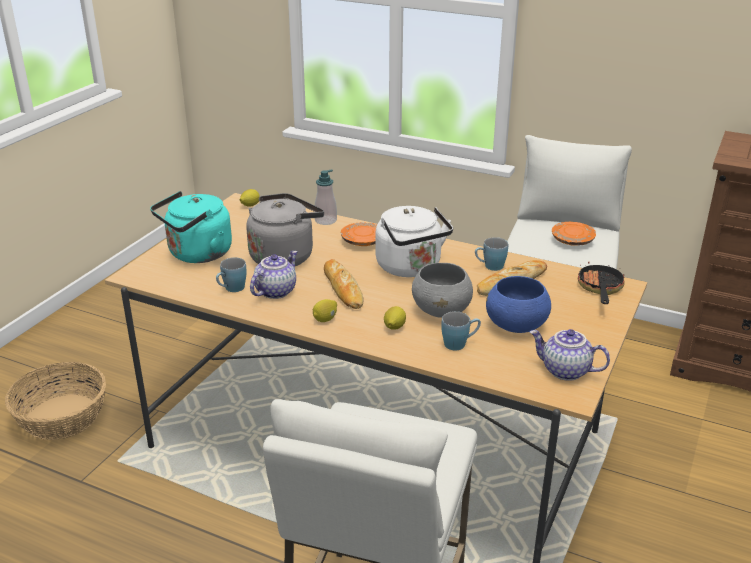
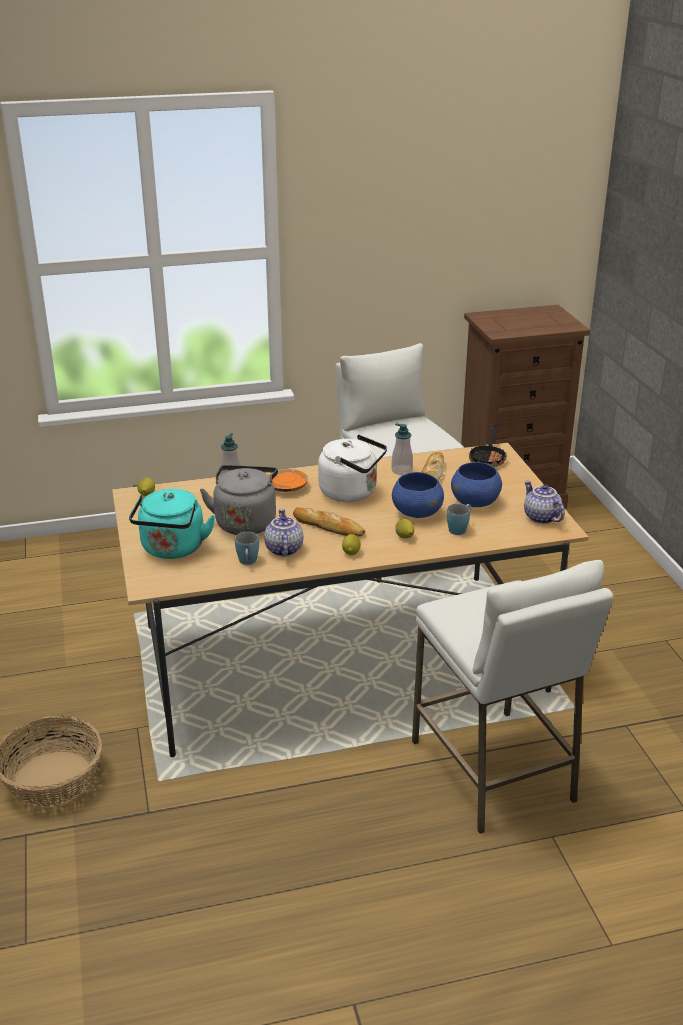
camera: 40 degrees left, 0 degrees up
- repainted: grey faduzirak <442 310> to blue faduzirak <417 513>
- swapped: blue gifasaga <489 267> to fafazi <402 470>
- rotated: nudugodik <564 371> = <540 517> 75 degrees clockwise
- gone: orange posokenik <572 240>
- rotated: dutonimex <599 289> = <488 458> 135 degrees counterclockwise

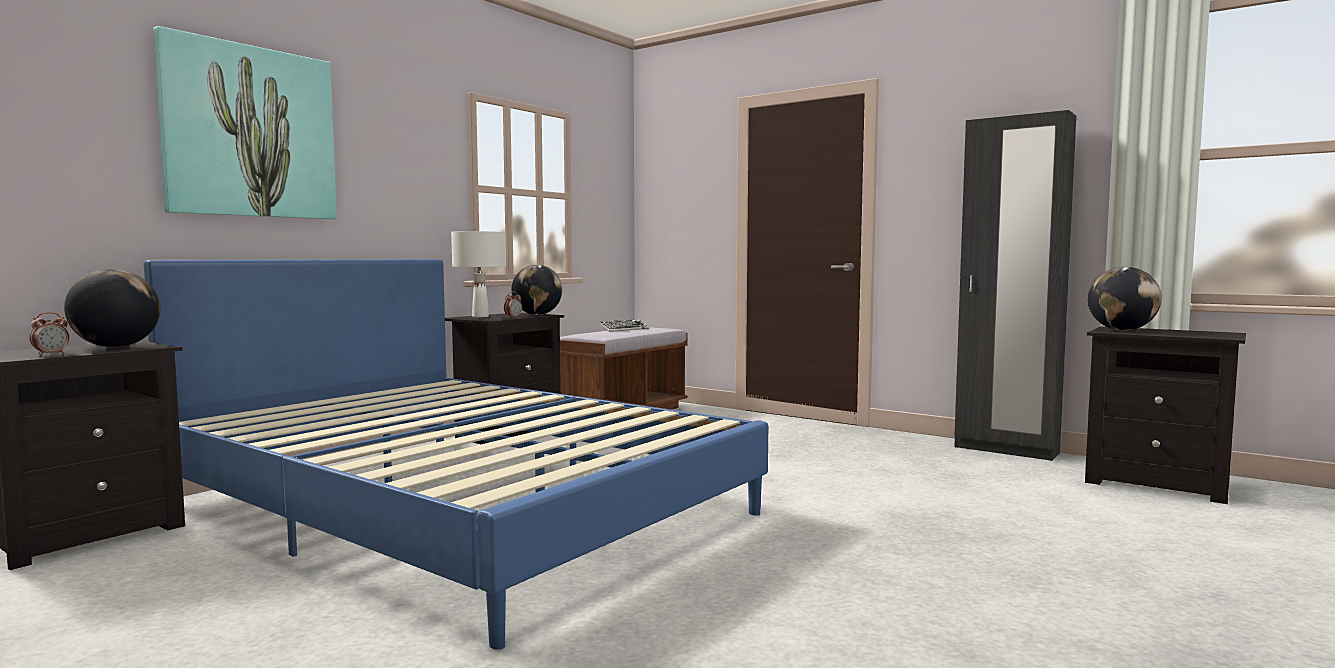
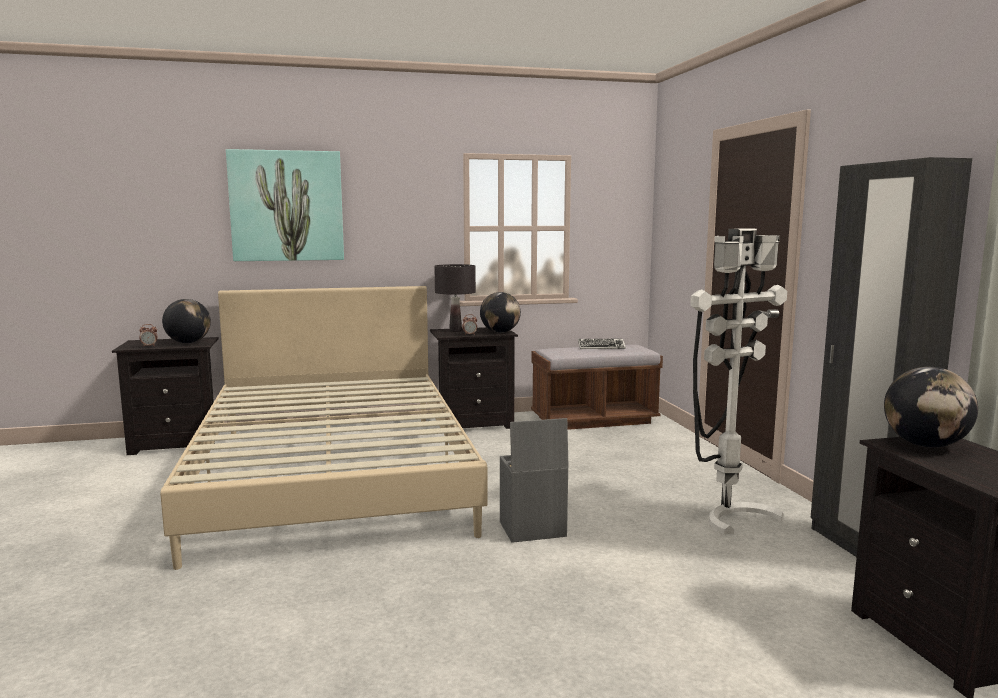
camera: 40 degrees right, 5 degrees up
- repainted: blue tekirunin <458 508> to beige tekirunin <333 474>
- repainted: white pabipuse <480 316> to black pabipuse <455 330>
- new: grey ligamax <531 529>
- new: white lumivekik <729 514>

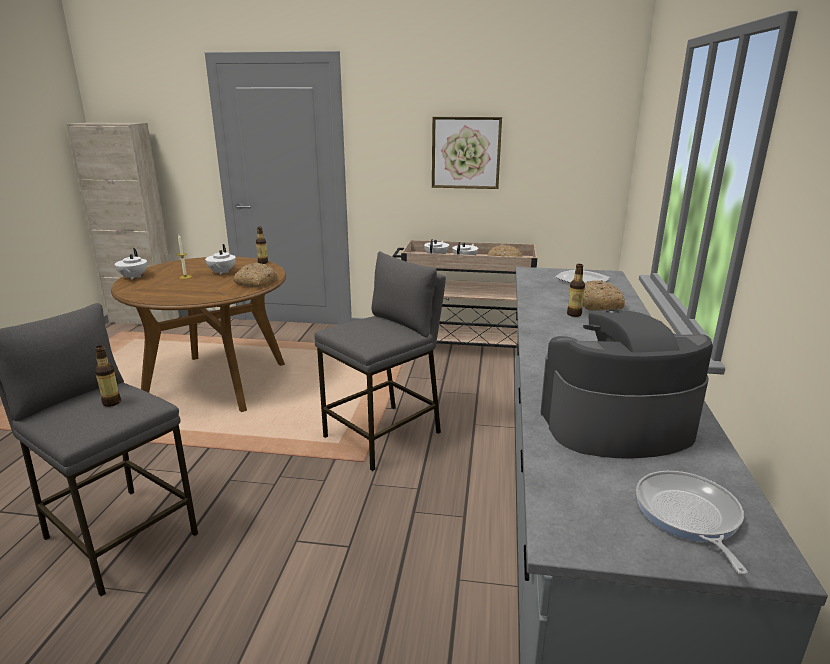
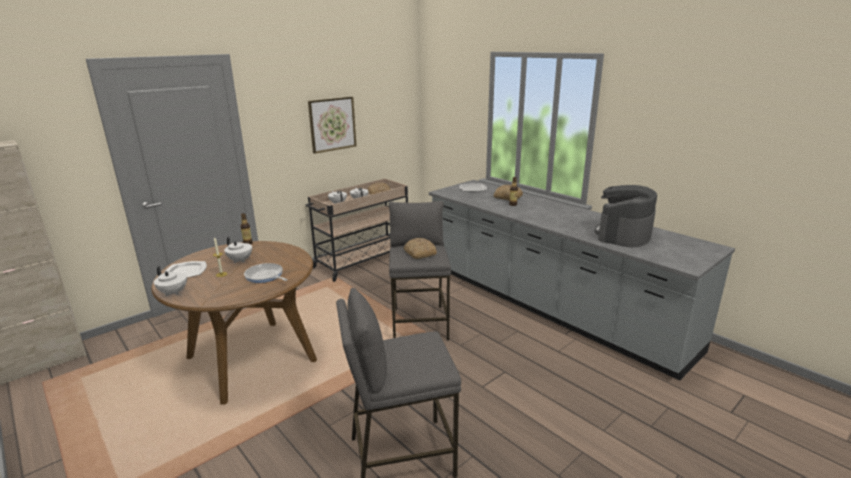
camera: 50 degrees left, 0 degrees up
- gone: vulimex <111 403>
- shifted: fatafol <256 282> to <419 253>
- shifted: dutonimex <688 516> to <265 276>
- new: posokenik <185 272>

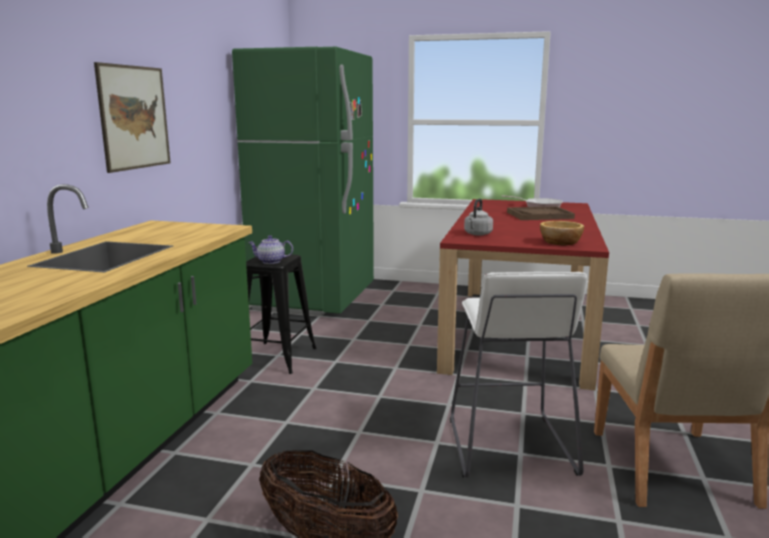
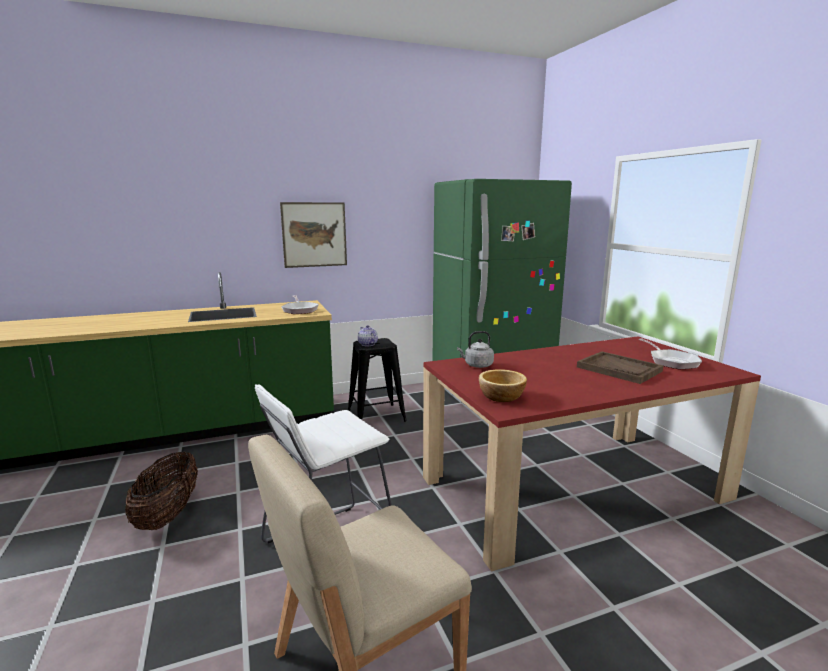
camera: 55 degrees right, 0 degrees up
- new: dutonimex <300 310>

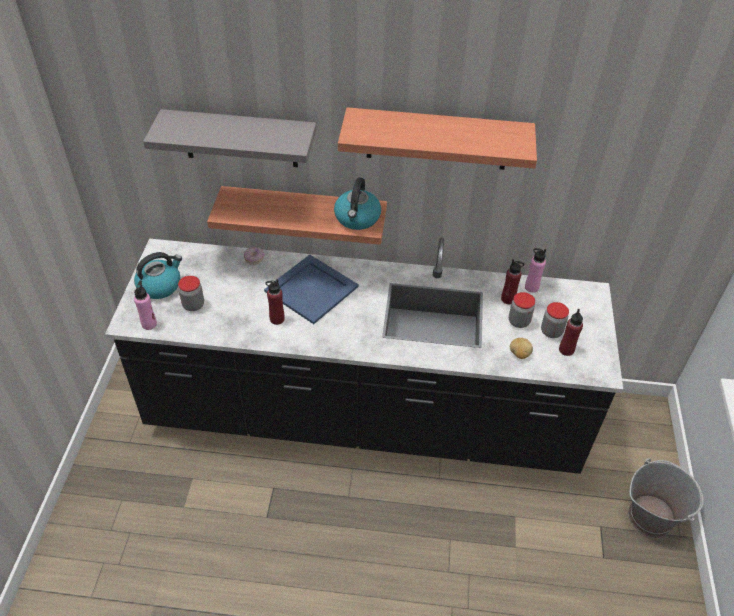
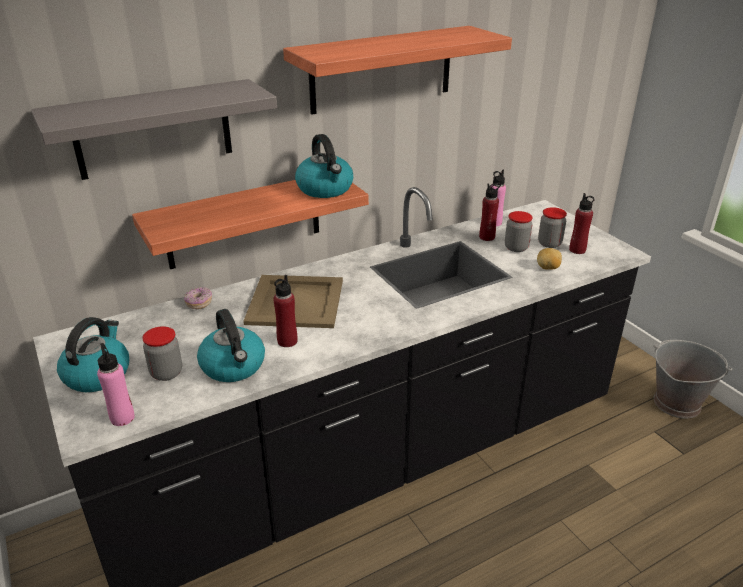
camera: 35 degrees left, 15 degrees down
- repainted: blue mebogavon <311 289> to beige mebogavon <296 302>
- new: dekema <234 366>

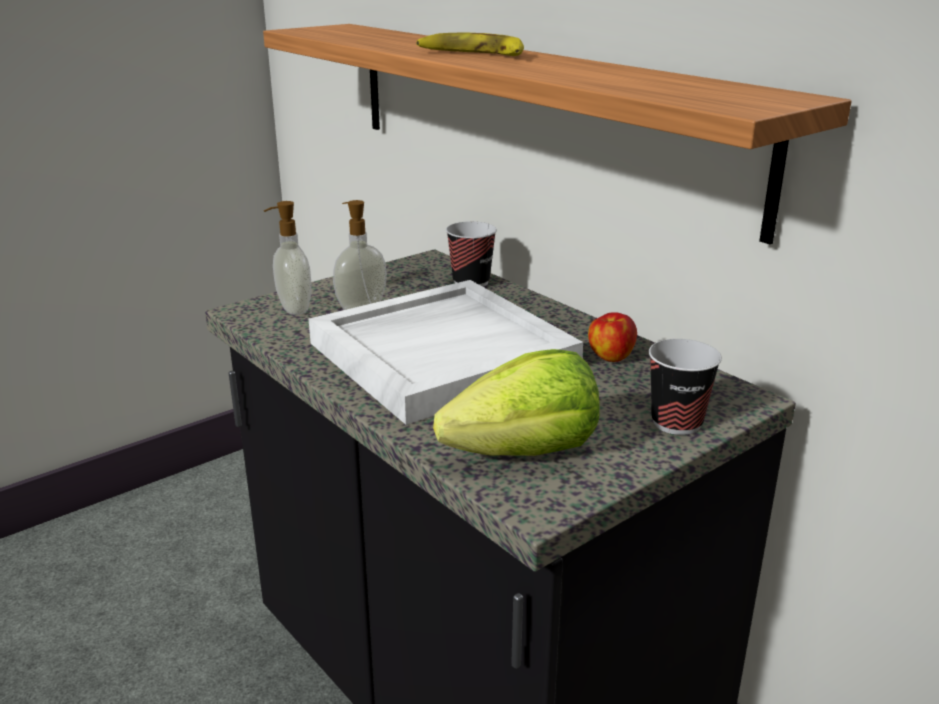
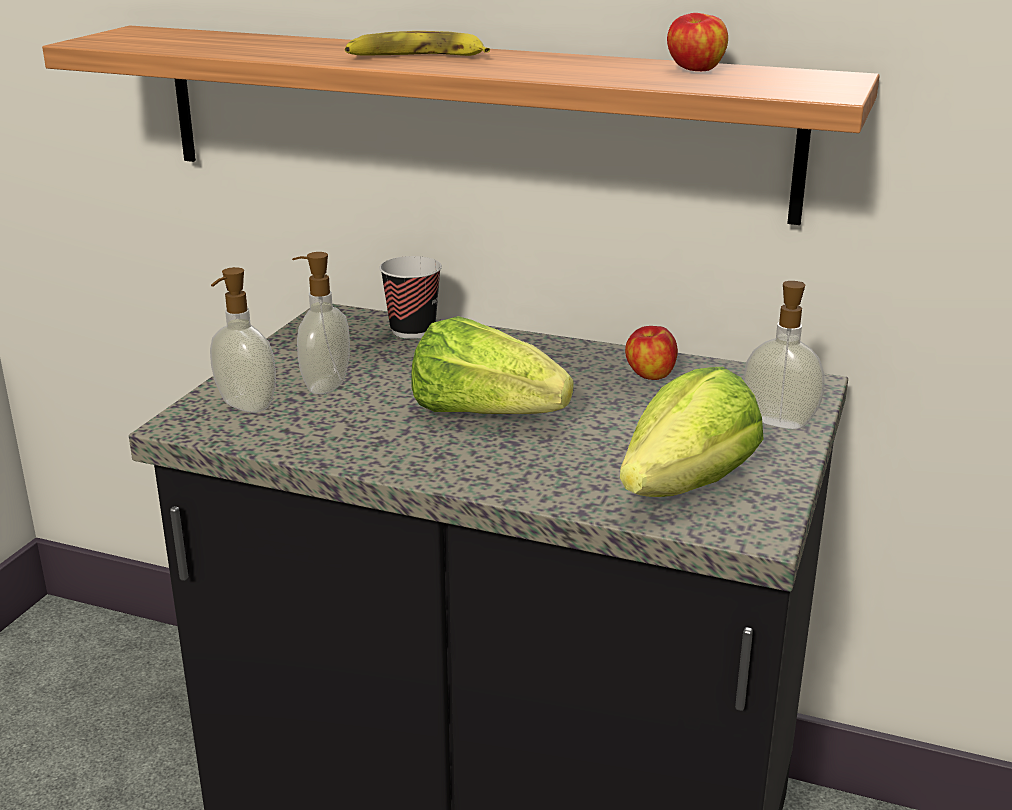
camera: 30 degrees left, 0 degrees up
- swapped: white mebogavon <443 354> to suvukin <484 413>
- swapped: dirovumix <676 422> to fafazi <779 421>
- new: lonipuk <695 70>

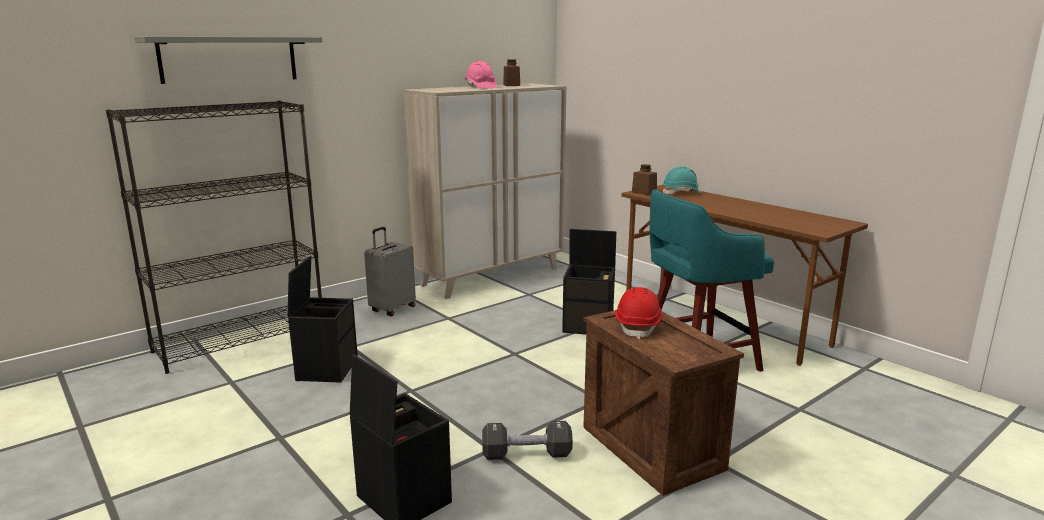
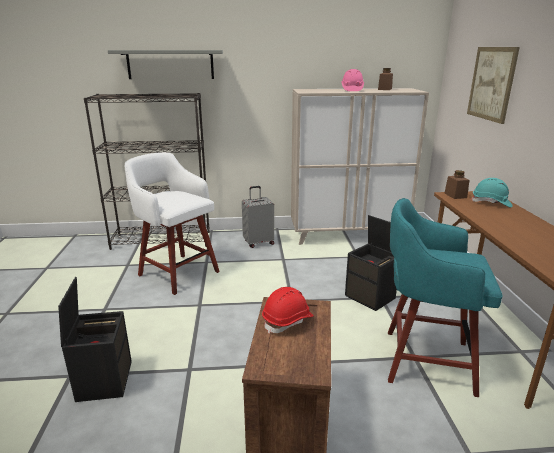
camera: 35 degrees right, 5 degrees up
- swapped: black ligamax <326 368> to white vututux <177 272>
- gone: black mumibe <526 454>
- new: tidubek <491 83>

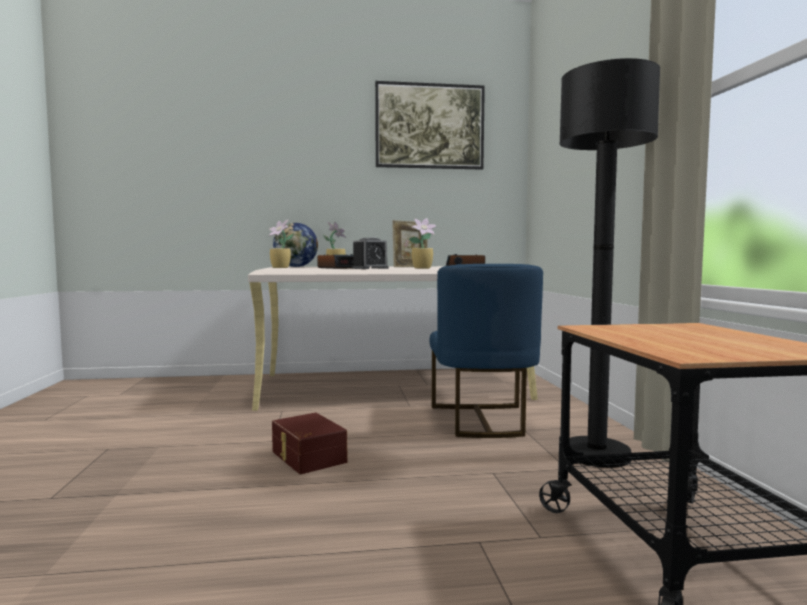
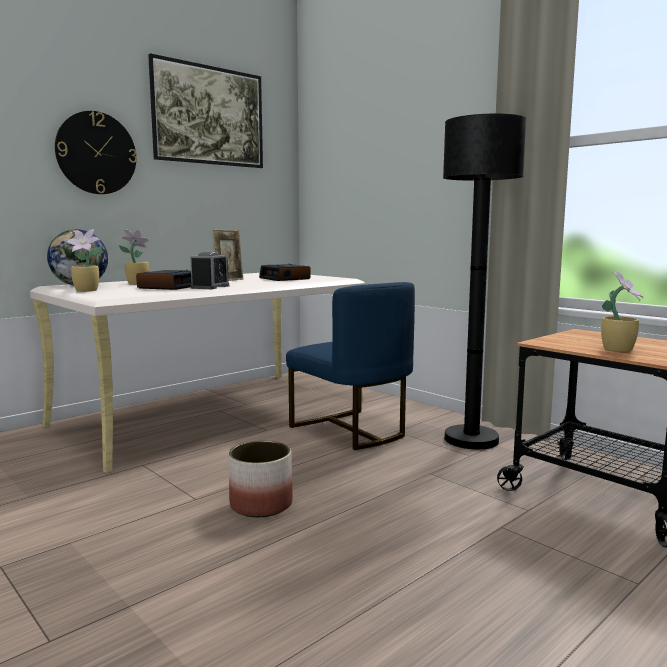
camera: 35 degrees left, 5 degrees up
- swapped: brown ligamax <307 457> to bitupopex <262 504>
- shifted: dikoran <423 268> to <618 349>
- new: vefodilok <96 153>

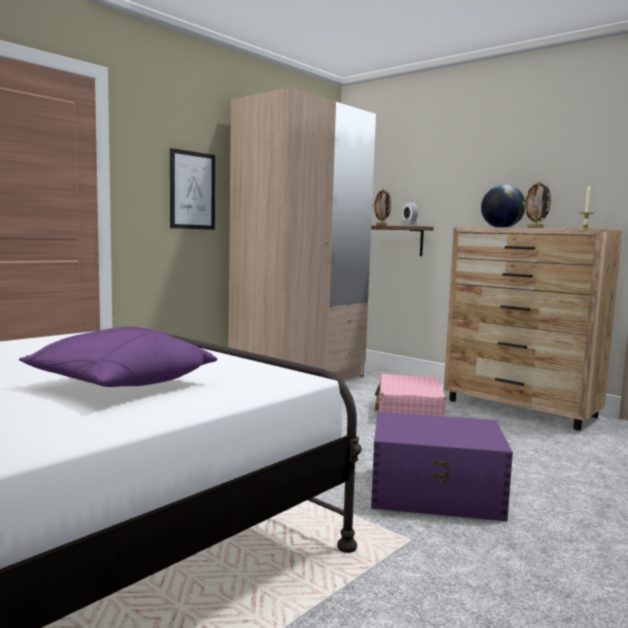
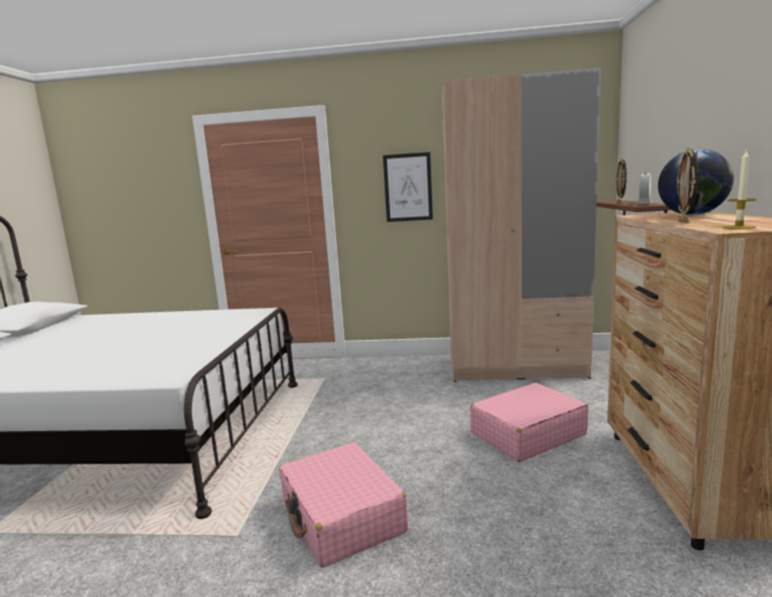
camera: 55 degrees right, 5 degrees up
- gone: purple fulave <120 385>
- swapped: purple ligamax <436 493> to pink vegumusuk <342 516>

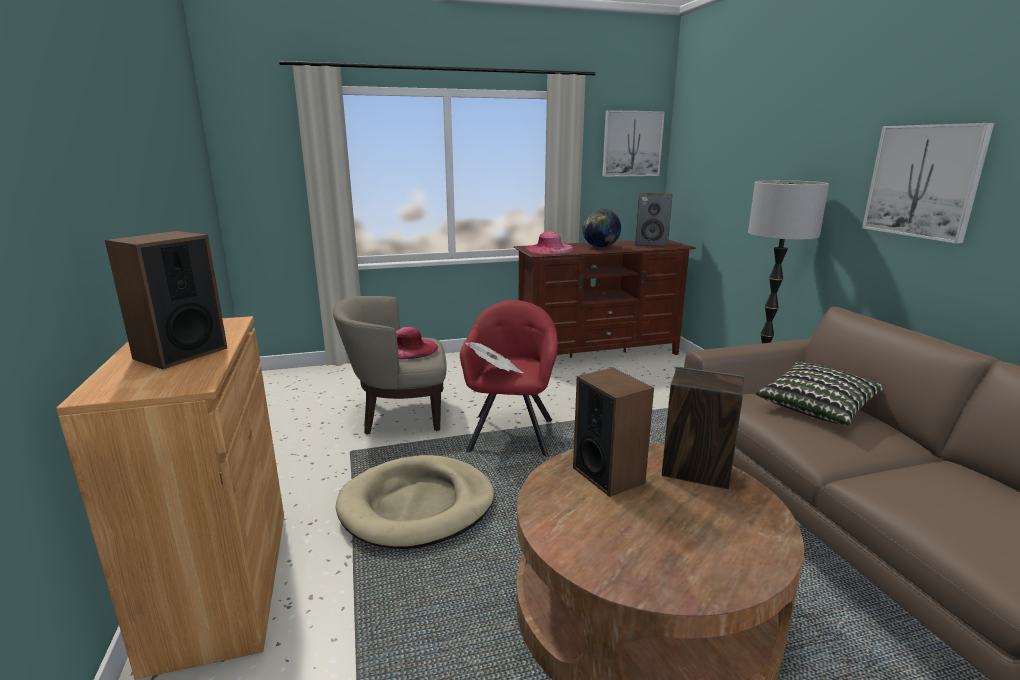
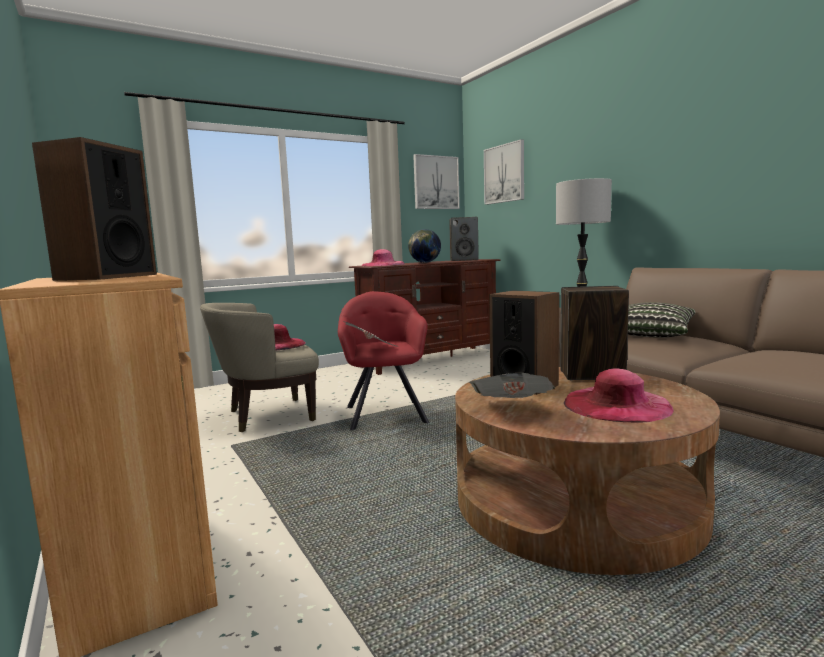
camera: 15 degrees left, 10 degrees down
- gone: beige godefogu <417 506>
- shifted: tidubek <923 181> to <504 173>
- new: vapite <512 409>
- new: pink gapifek <617 405>

